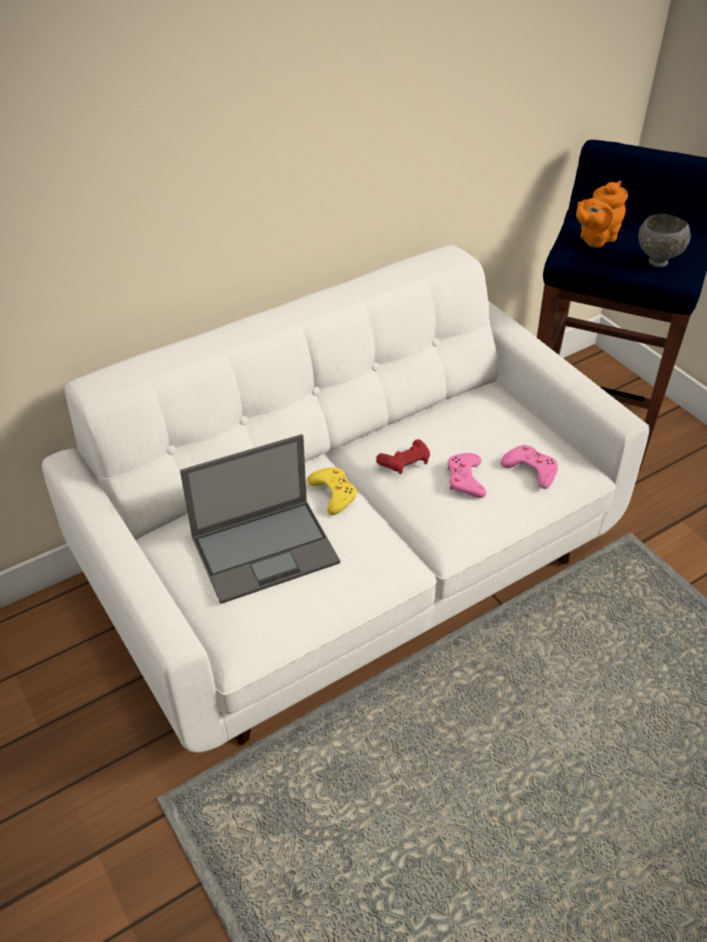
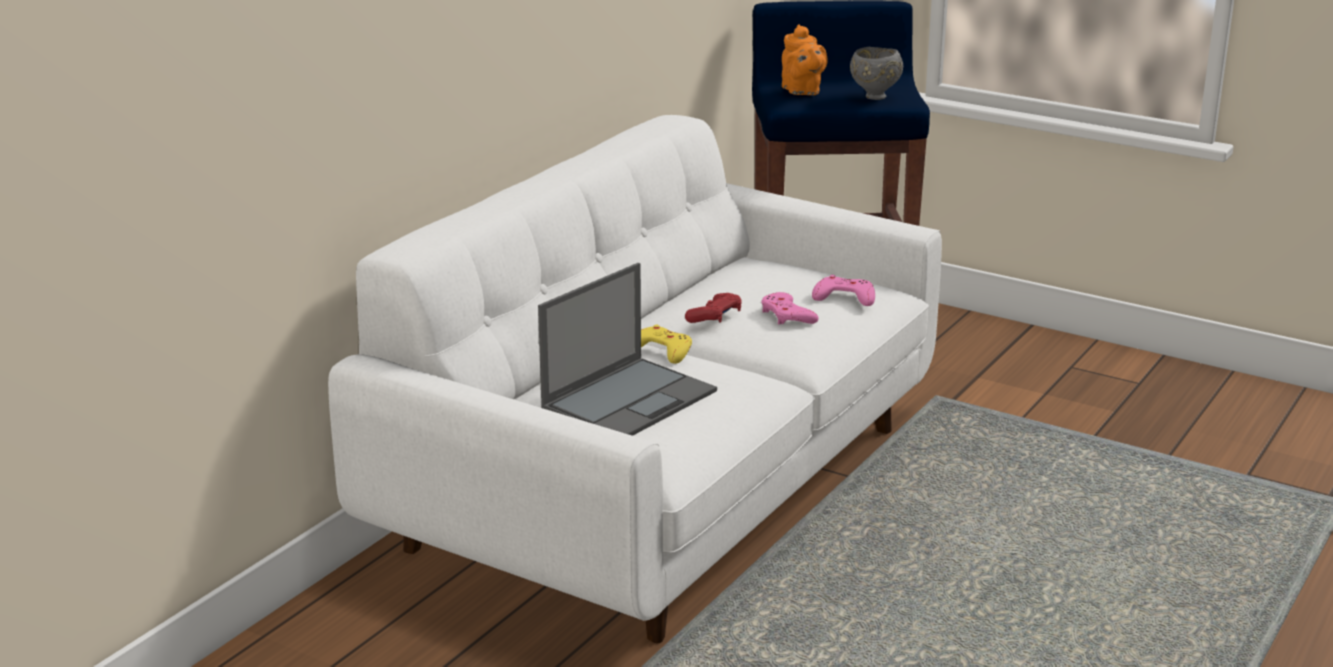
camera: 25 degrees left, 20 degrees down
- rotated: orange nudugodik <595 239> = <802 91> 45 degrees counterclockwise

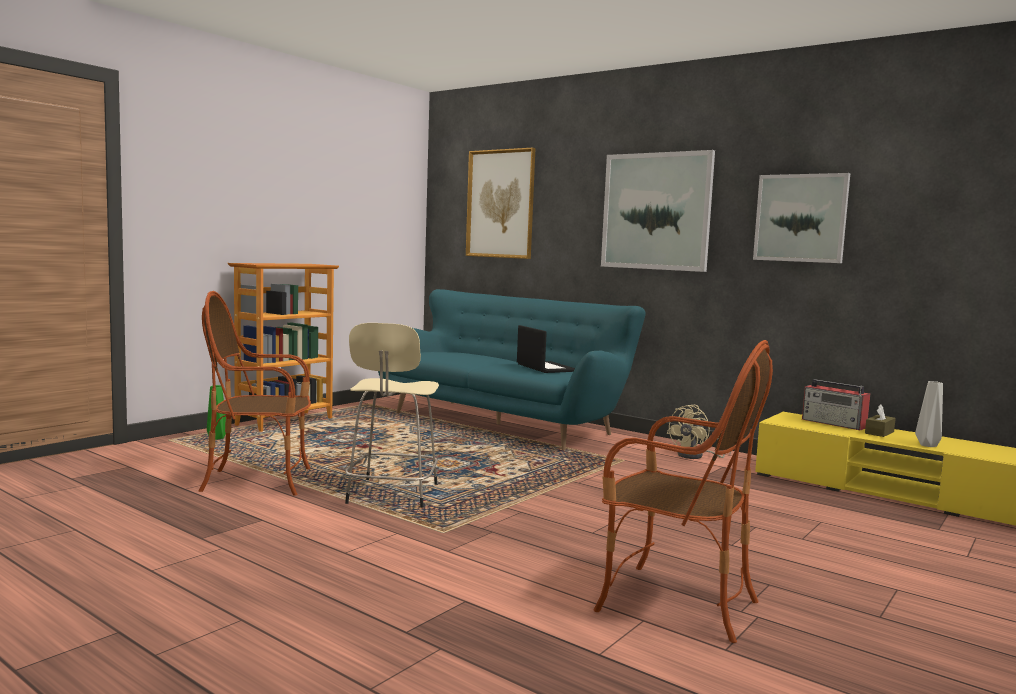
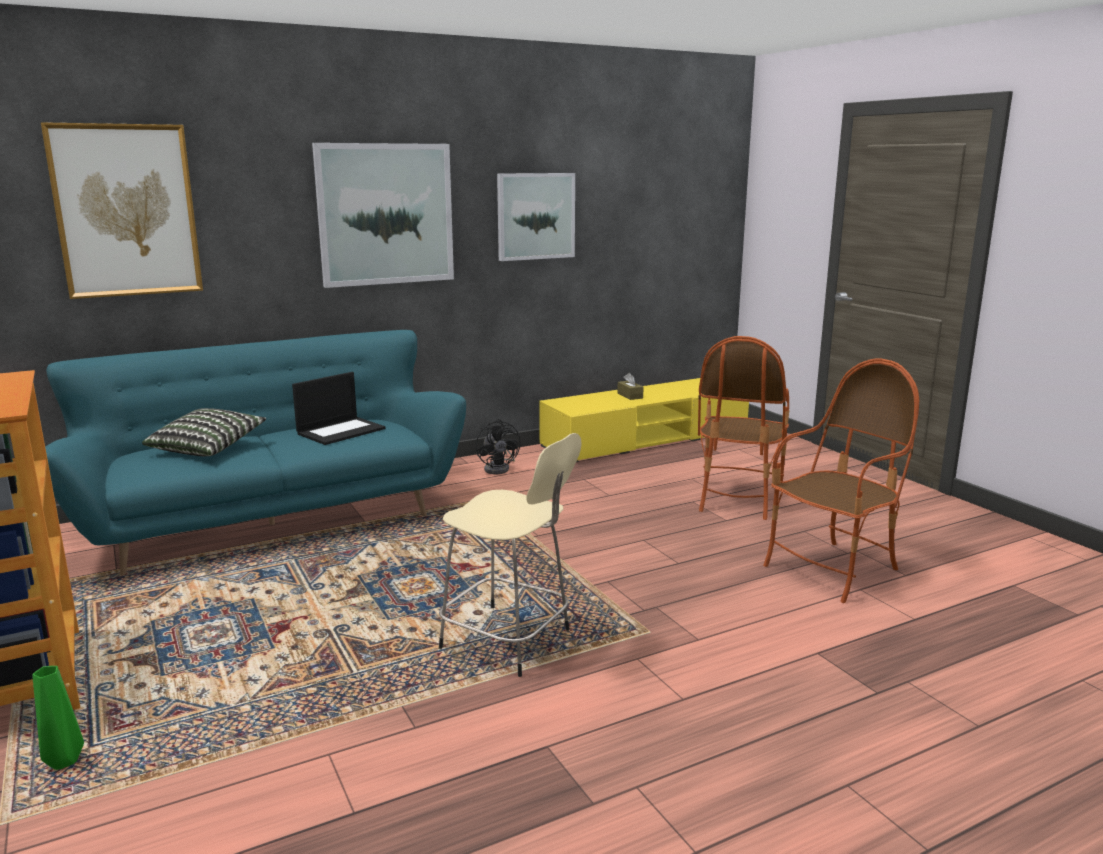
camera: 65 degrees left, 10 degrees up
- shifted: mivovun <259 481> to <737 499>
- rotated: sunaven <545 367> = <341 431> 135 degrees clockwise
- repainted: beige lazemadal <696 456> to black lazemadal <499 468>
- gone: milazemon <834 424>
- gone: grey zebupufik <927 445>
- new: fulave <207 448>

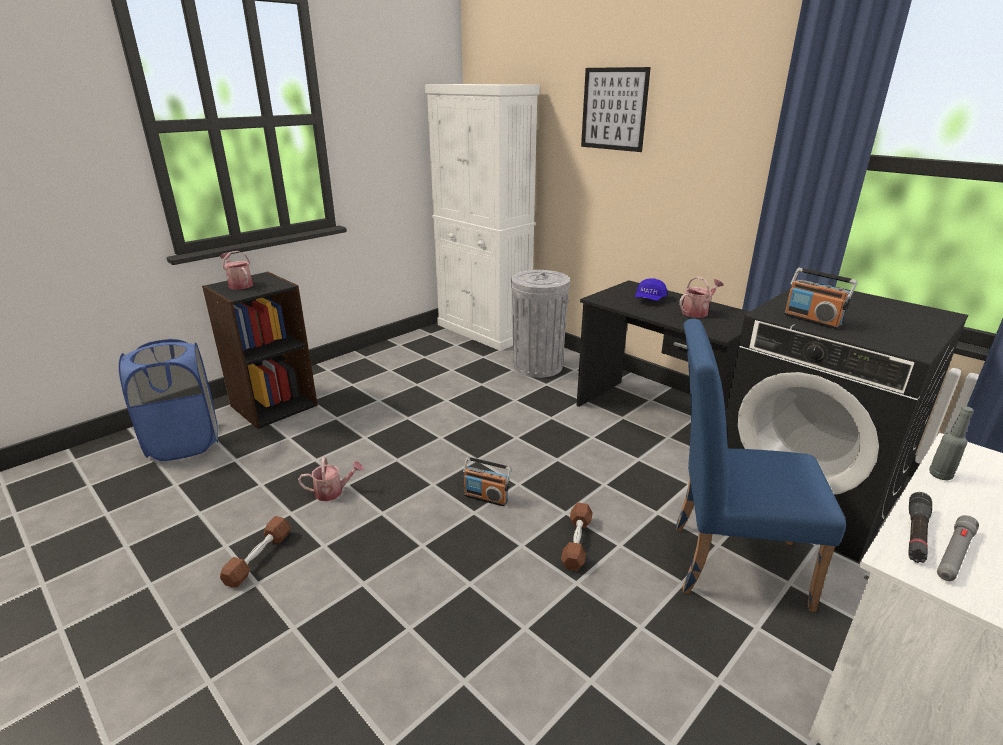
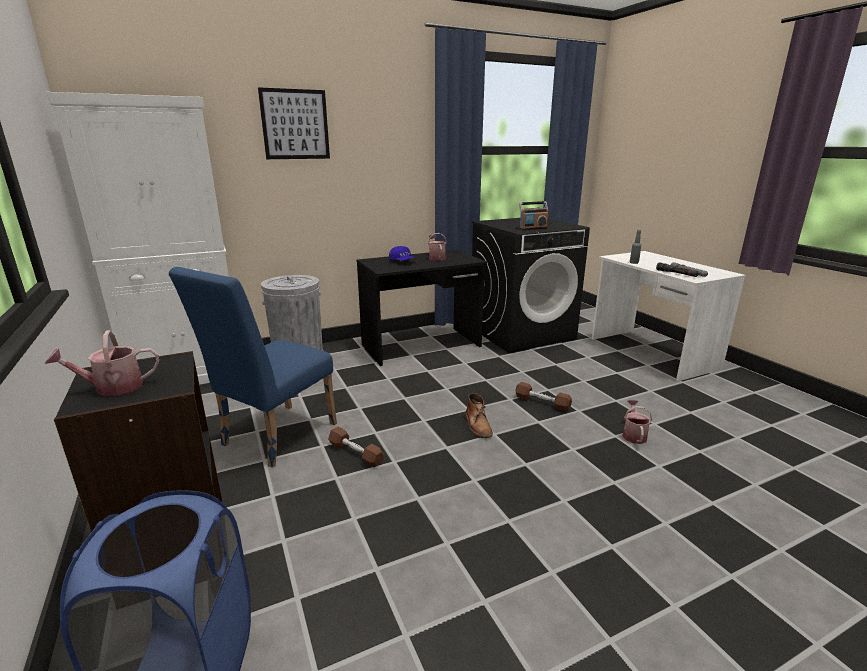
camera: 70 degrees left, 5 degrees down
- shifted: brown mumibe <259 558> to <355 453>
- shifted: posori <333 492> to <633 434>
- swapped: milazemon <486 497> to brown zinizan <478 425>
- shifted: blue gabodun <726 562> to <273 437>

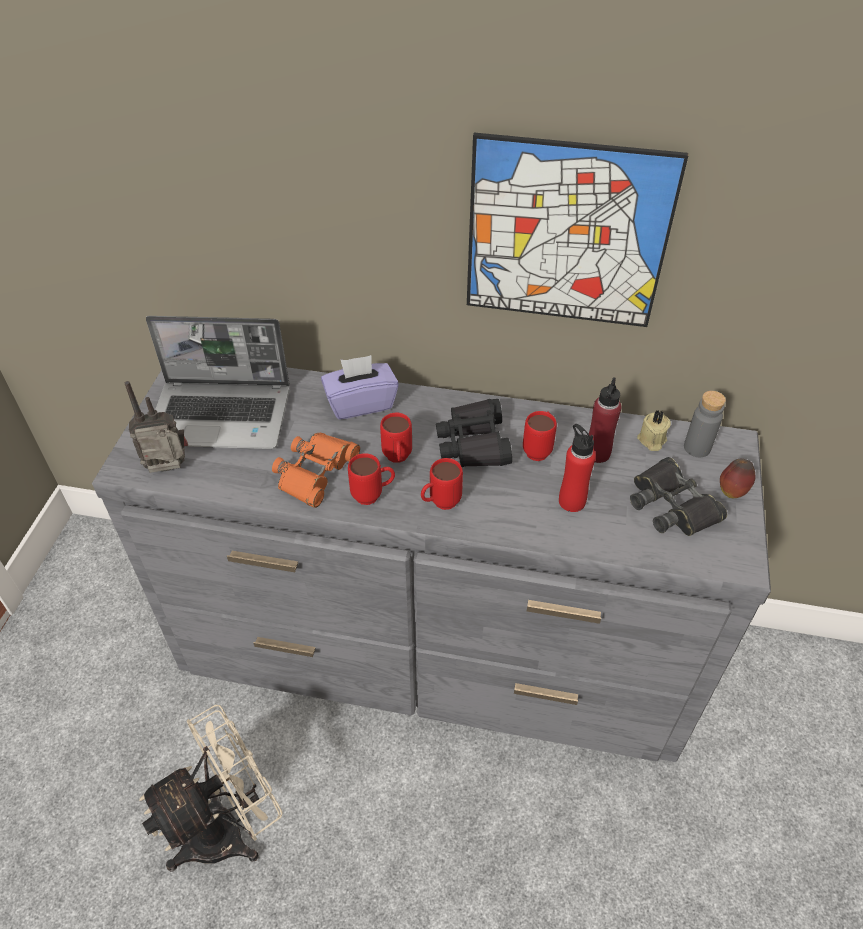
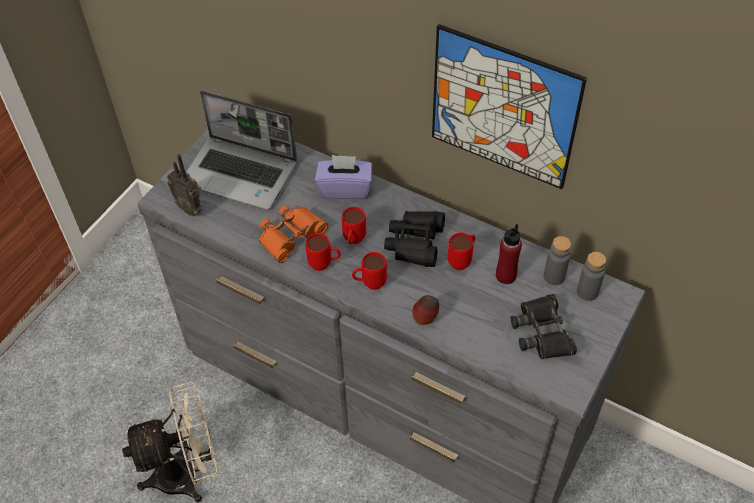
camera: 20 degrees right, 5 degrees up
- rotated: milazemon <169 471> = <191 208> 150 degrees counterclockwise
- gone: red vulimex <571 501>
- swapped: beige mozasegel <651 440> to grey vulimex <554 276>
- shifted: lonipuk <732 491> to <425 318>

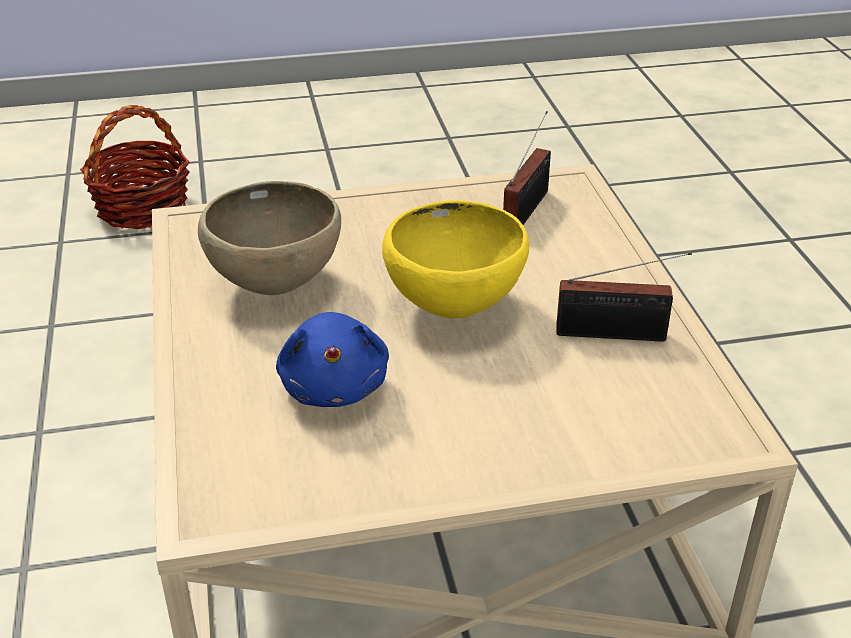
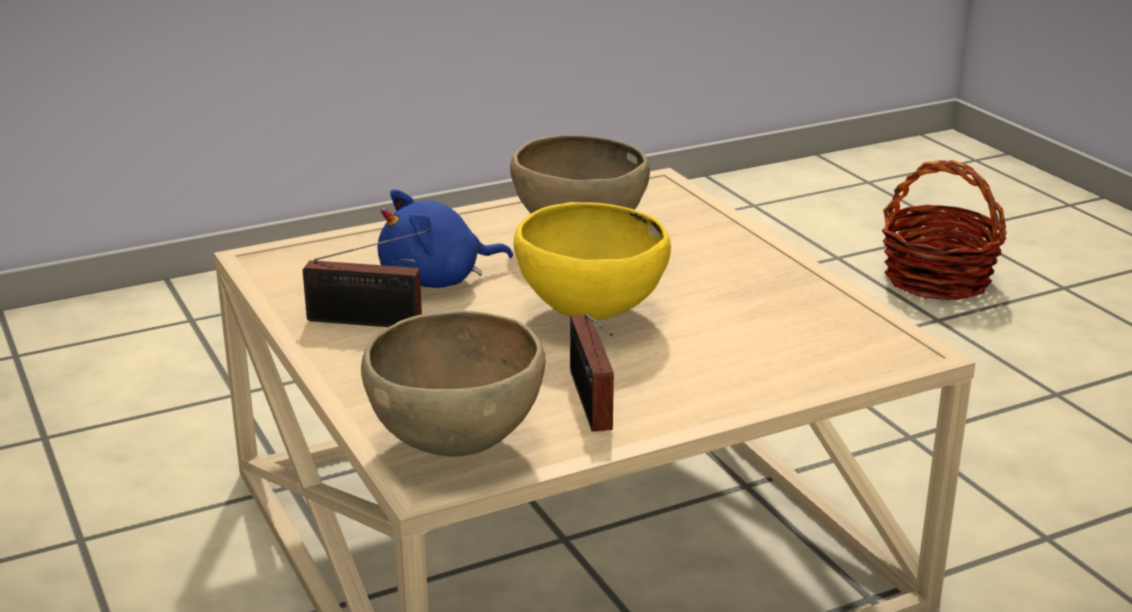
camera: 75 degrees right, 10 degrees down
- shifted: milazemon <528 208> to <370 322>
- new: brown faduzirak <457 445>

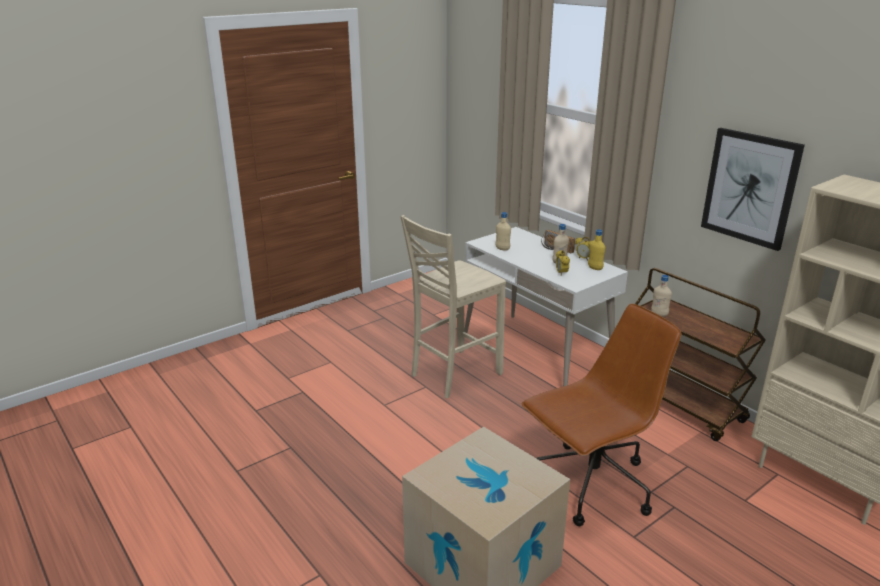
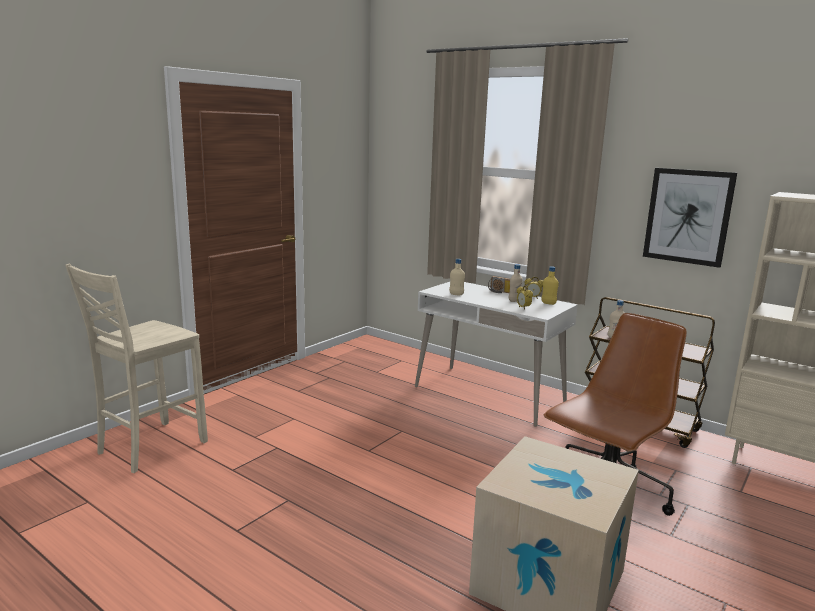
camera: 15 degrees left, 10 degrees down
- shifted: beige gabodun <453 374> to <149 447>

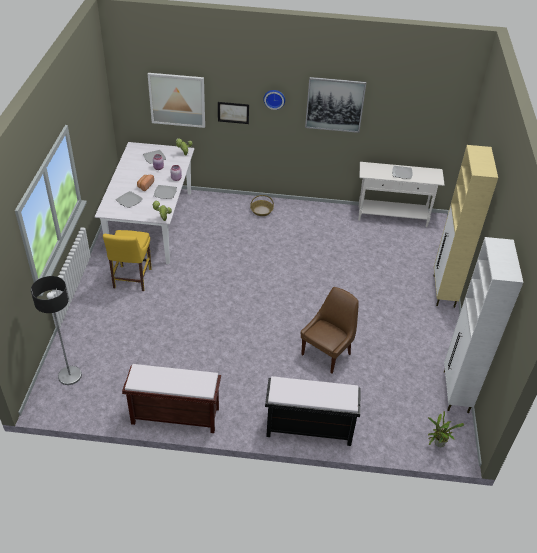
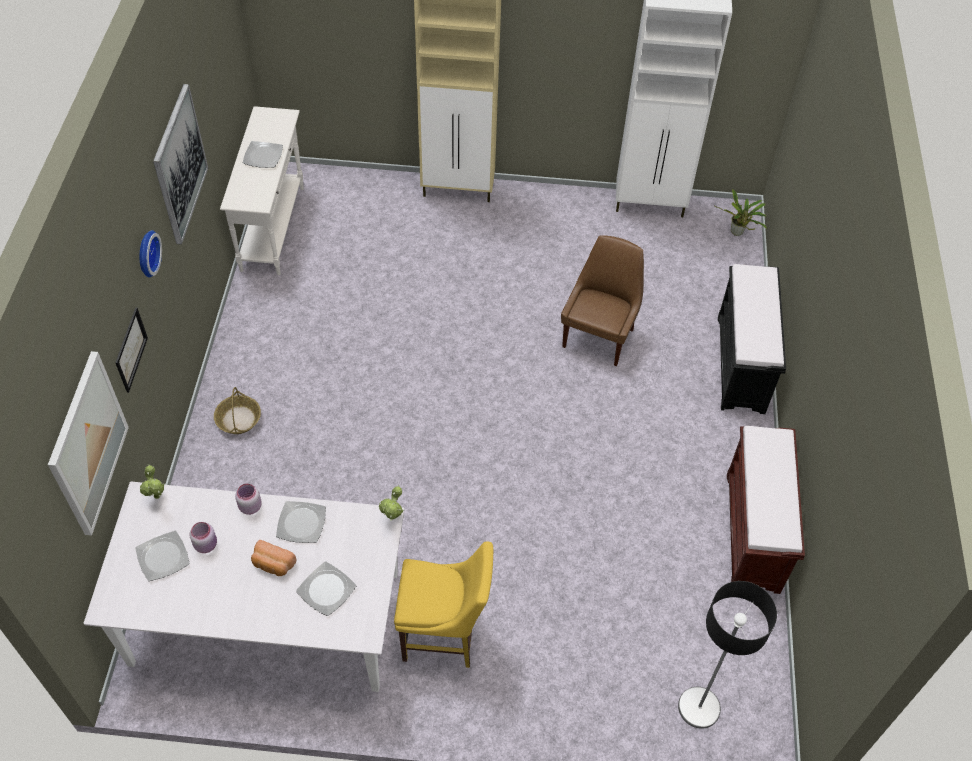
camera: 90 degrees left, 10 degrees up
- rotated: brown gabodun <327 353> = <599 336> 75 degrees clockwise

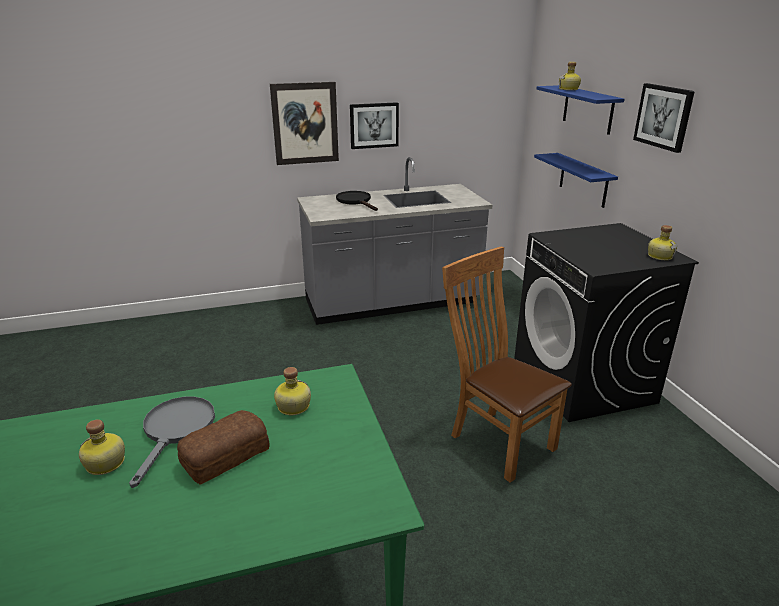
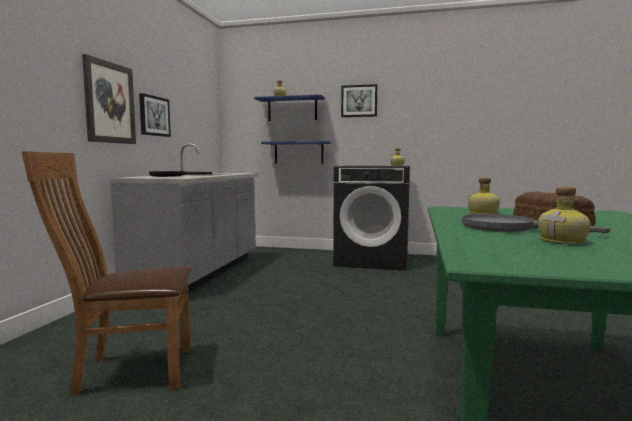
camera: 60 degrees left, 20 degrees down
- shifted: brown gabodun <497 440> to <128 371>

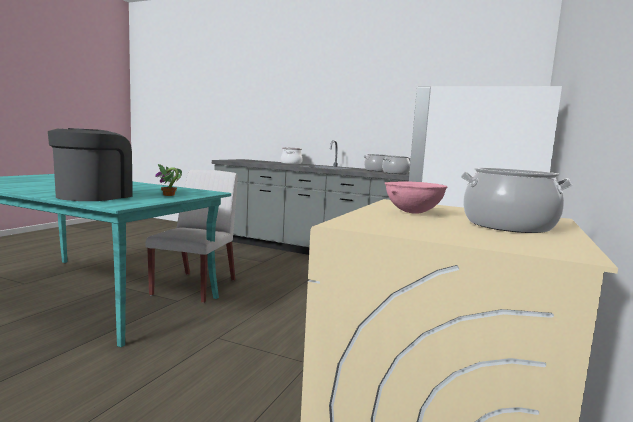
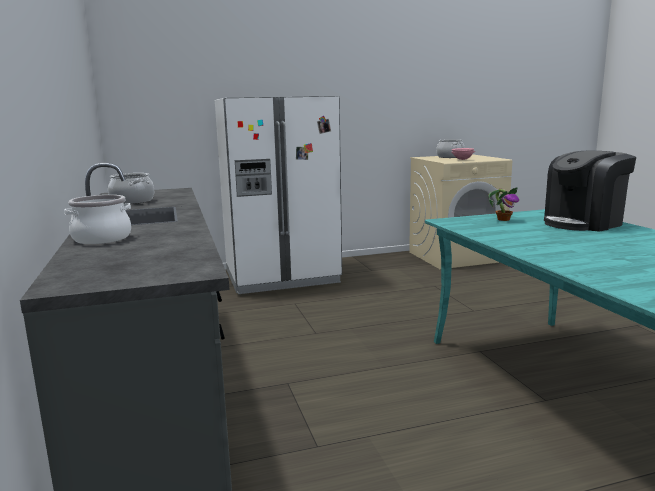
camera: 130 degrees left, 5 degrees up
- gone: white gabodun <195 287>
- gone: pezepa <395 173>

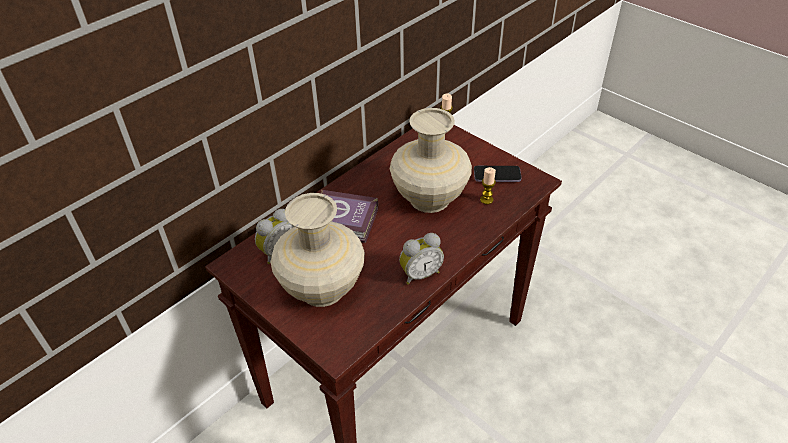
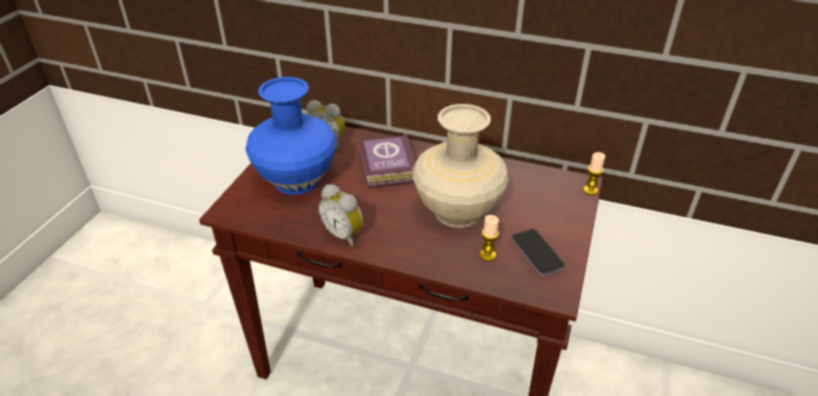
camera: 65 degrees right, 5 degrees down
- repainted: beige zebupufik <321 289> to blue zebupufik <296 180>

